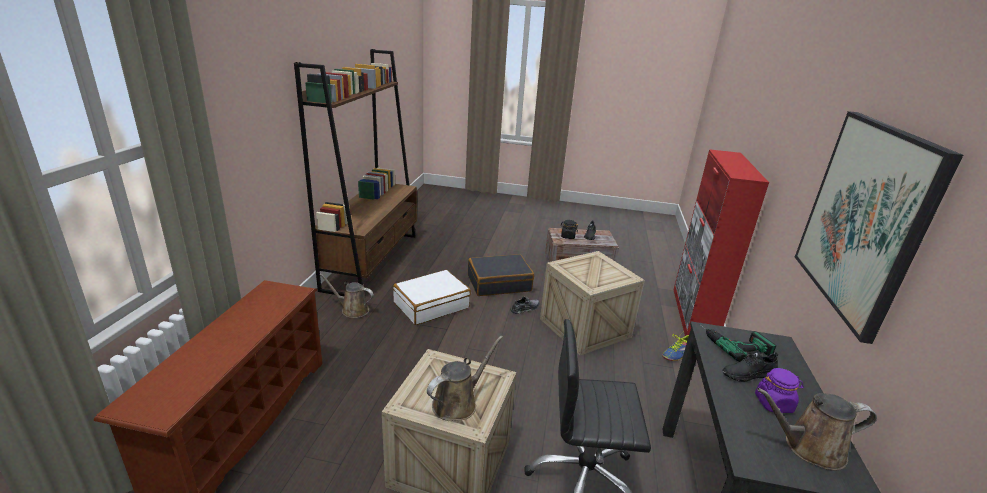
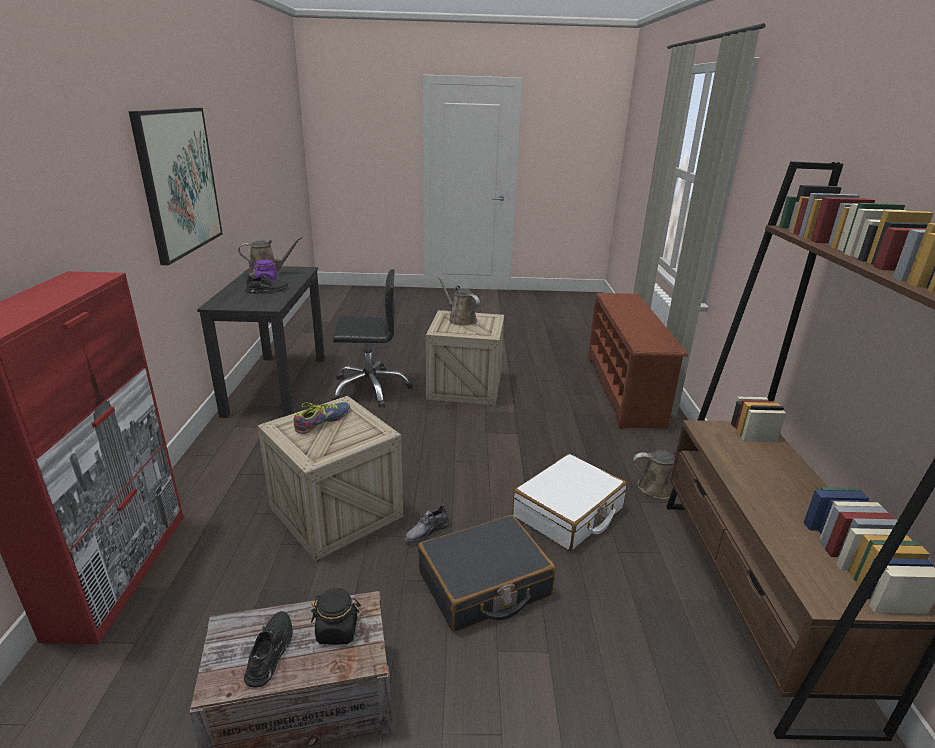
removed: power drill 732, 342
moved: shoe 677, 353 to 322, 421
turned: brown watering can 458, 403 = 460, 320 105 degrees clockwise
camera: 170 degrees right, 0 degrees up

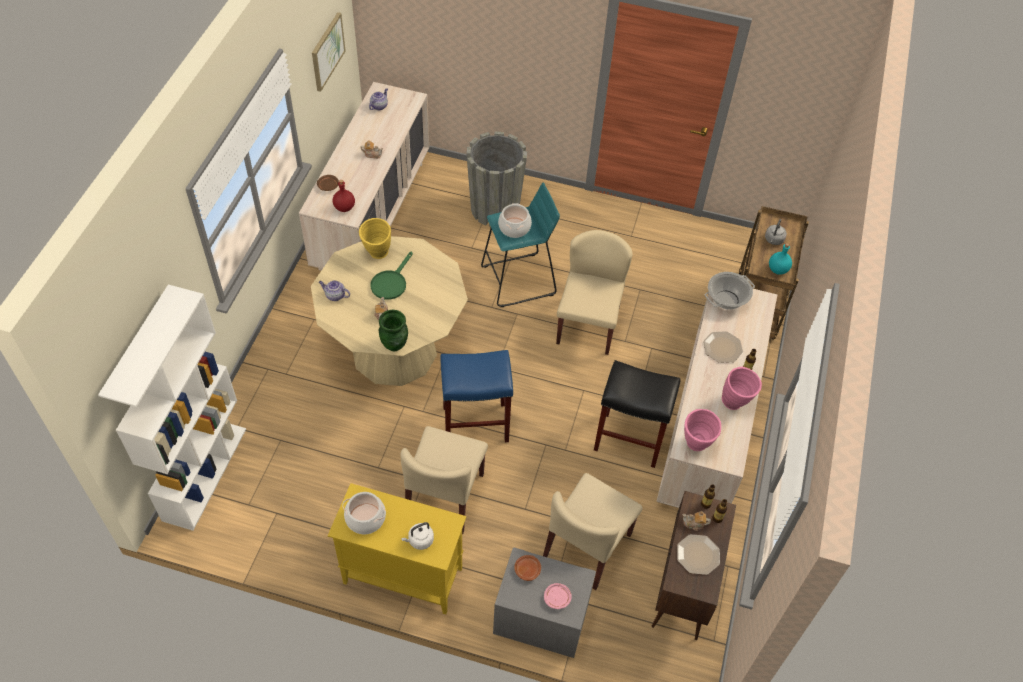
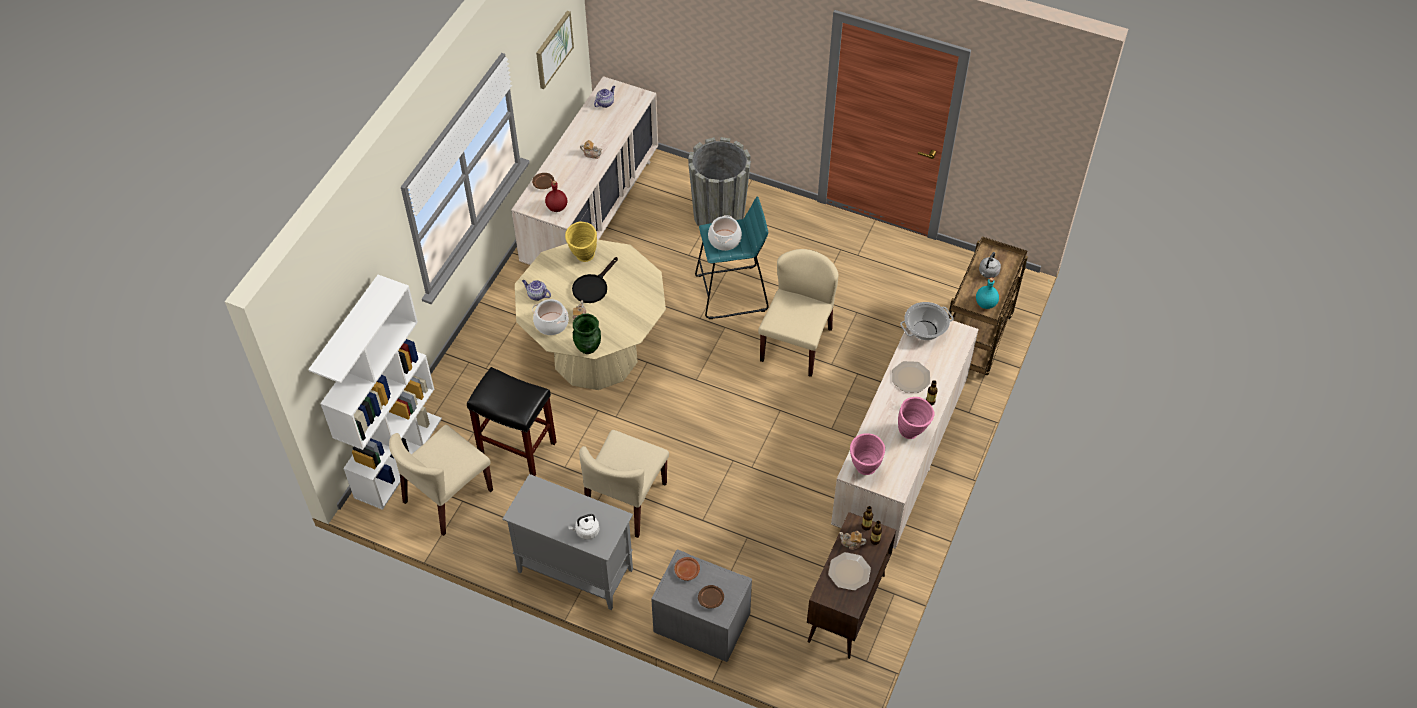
removed: blue stool 474, 424
moved: black stool 628, 439 to 516, 449; beige chair 587, 546 to 447, 497; cooking pot 366, 518 to 551, 323
recoloured: green frying pan 391, 283 to black frying pan 593, 286; yellow cabinet 402, 575 to grey cabinet 574, 570; pink plate 557, 598 to brown plate 711, 599
camera: 10 degrees right, 0 degrees up

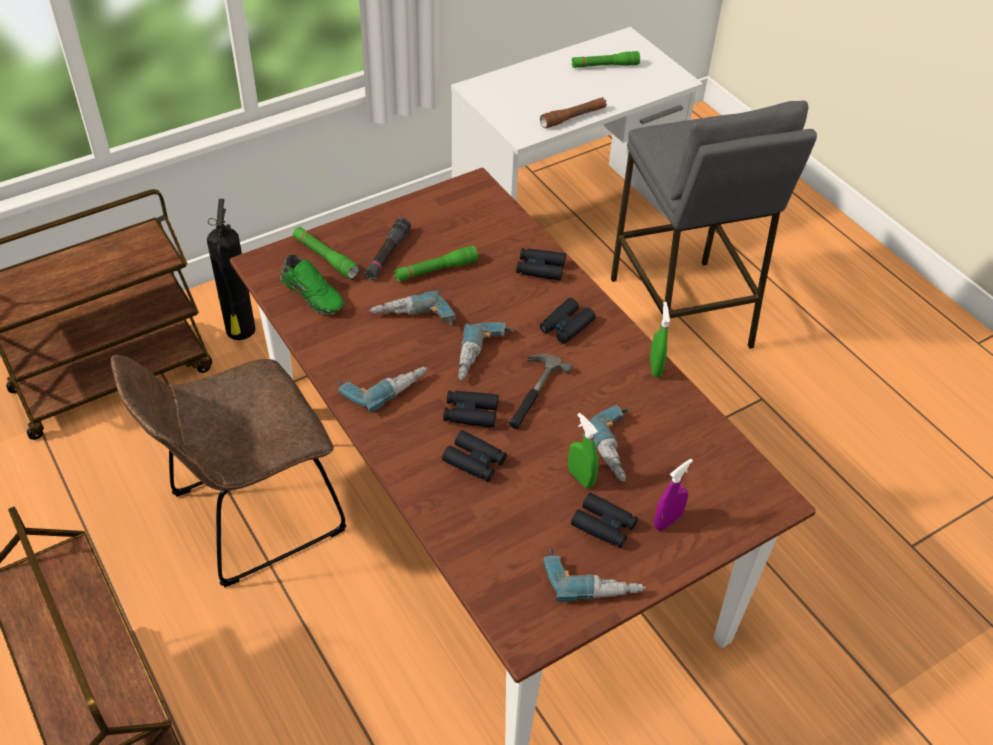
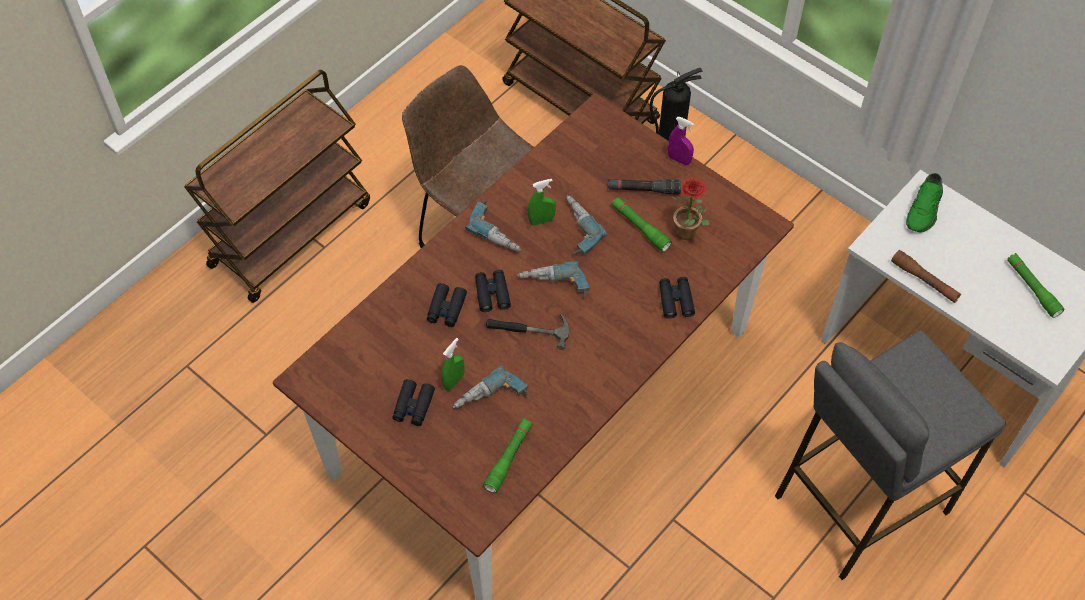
removed: black binoculars 566, 326; power drill 592, 579
added: potted plant 689, 234
moved: green flashlight 325, 257 to 509, 458; green shoe 314, 294 to 925, 210; green spray bottle 655, 367 to 541, 220; purple spray bottle 667, 521 to 679, 159
camera: 75 degrees right, 10 degrees up

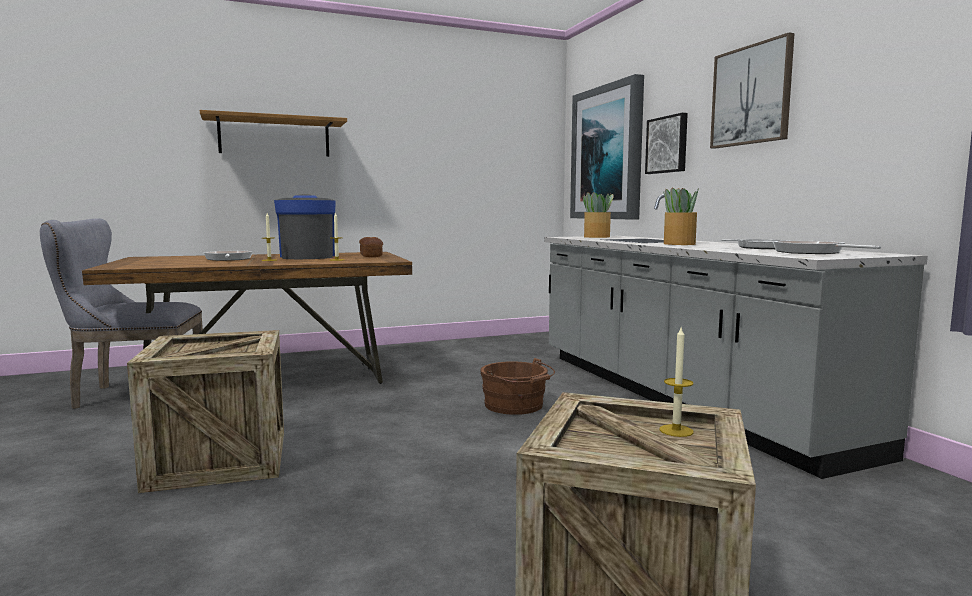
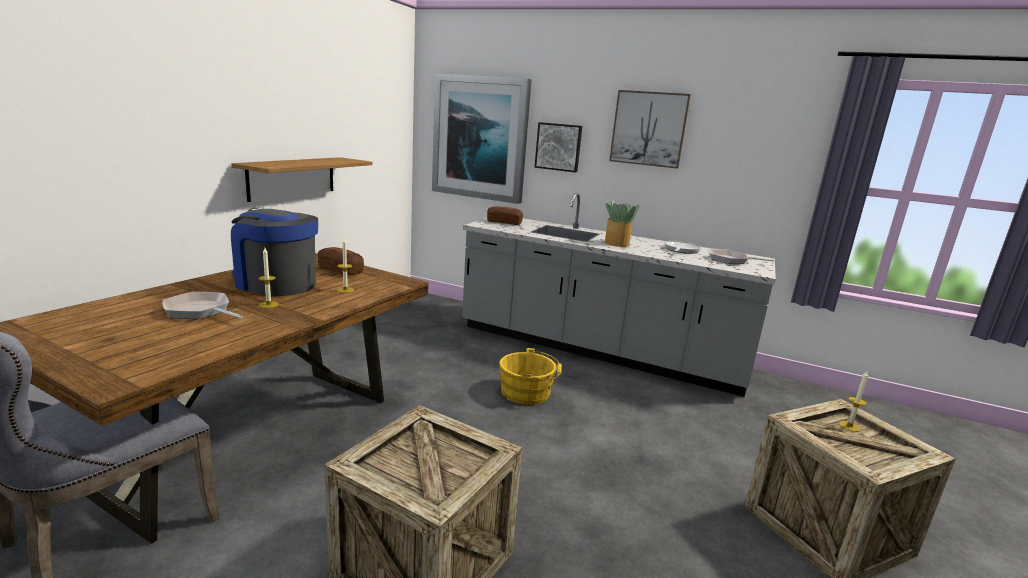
moved: shelf 274, 137 to 292, 178
replaced: potted plant 597, 237 to bread 504, 222
recoloured: brown bucket 516, 406 to yellow bucket 528, 392
camera: 45 degrees left, 10 degrees up

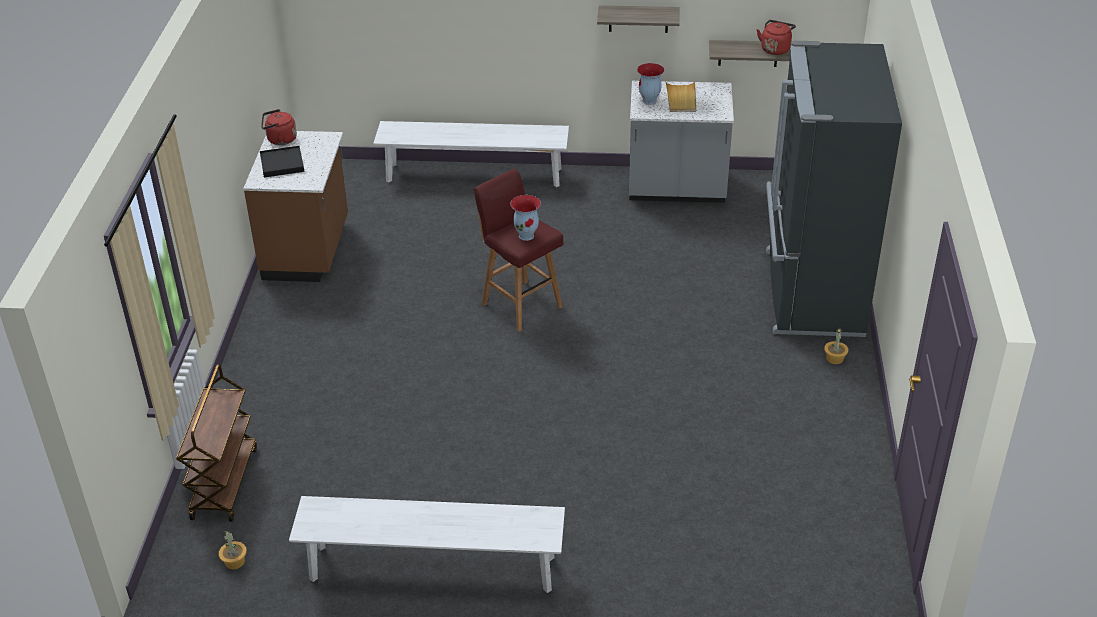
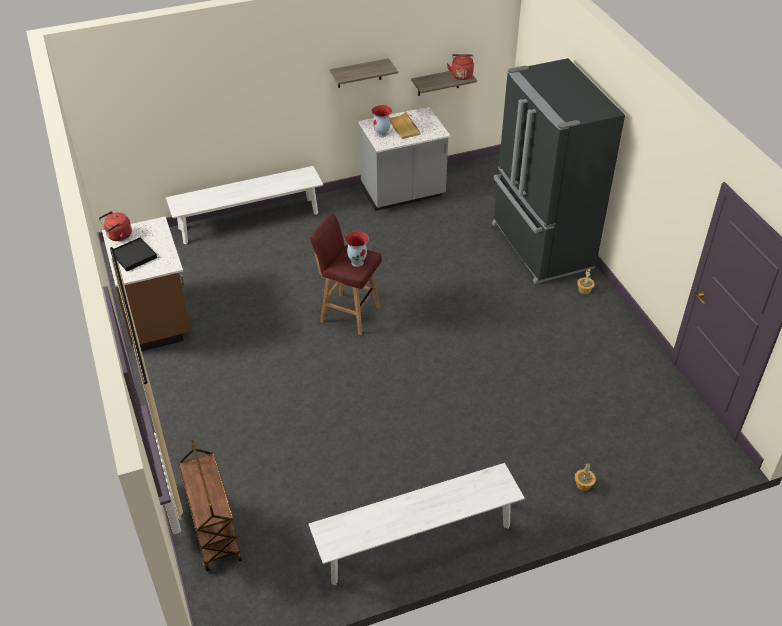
moved: potted plant 234, 562 to 583, 484
camera: 25 degrees left, 5 degrees up

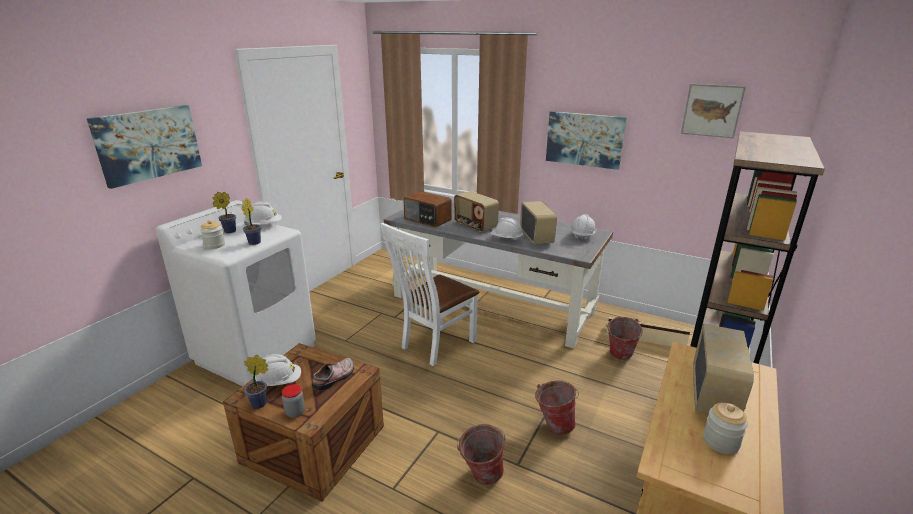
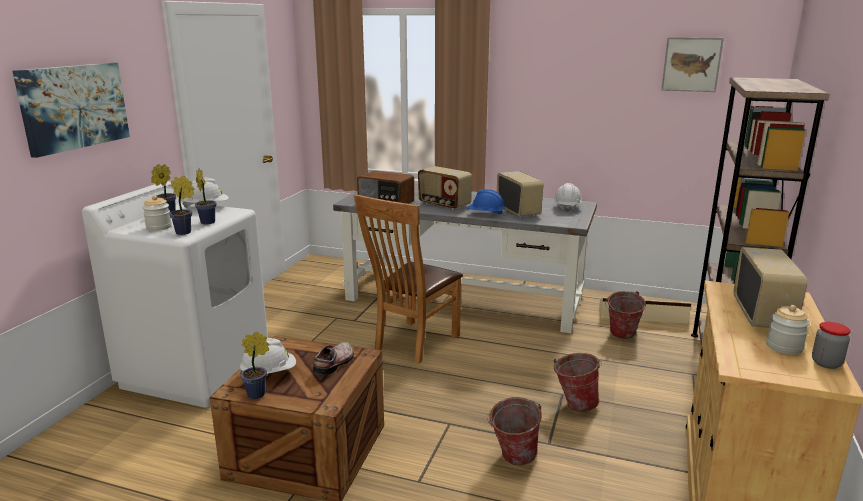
removed: picture 584, 139
added: potted plant 185, 232
moved: jar 295, 412 to 826, 363
recoloured: white hard hat 506, 239 to blue hard hat 486, 214; white chair 434, 345 to brown chair 413, 343
camera: 10 degrees left, 5 degrees down

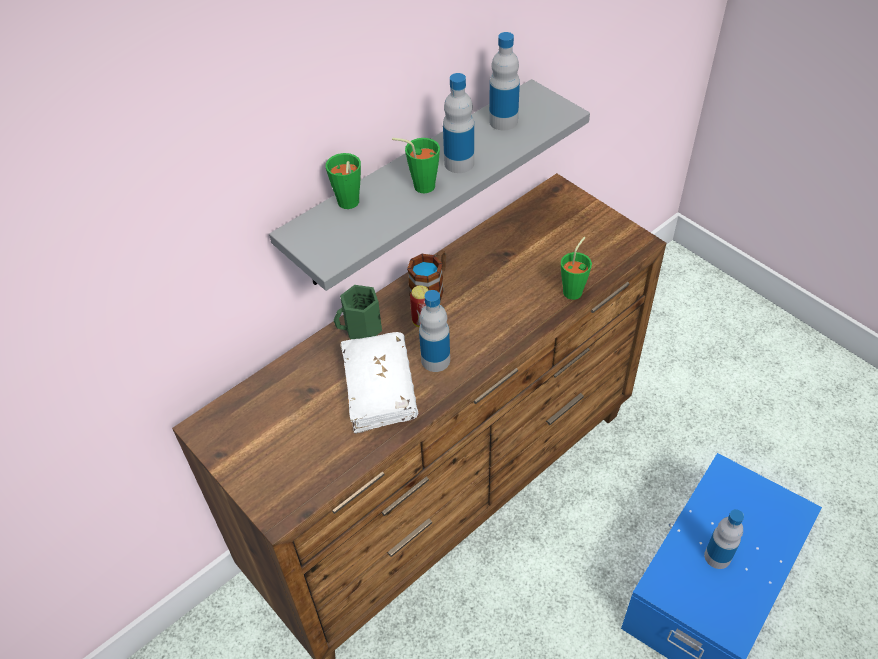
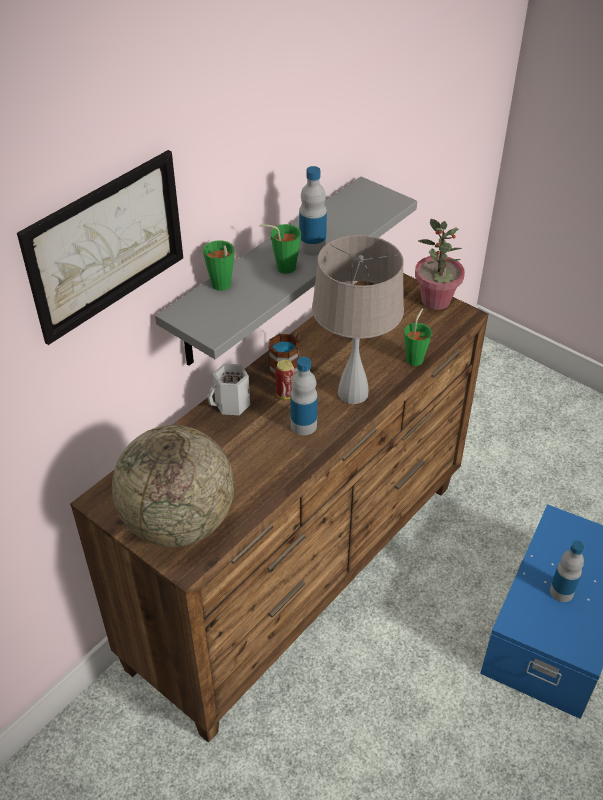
removed: bottle 503, 121; white book 380, 389
added: picture 106, 245; potted plant 436, 301; beige table lamp 353, 393; globe 179, 522
recoloured: green mug 362, 329 to white mug 231, 405
camera: 10 degrees left, 5 degrees down

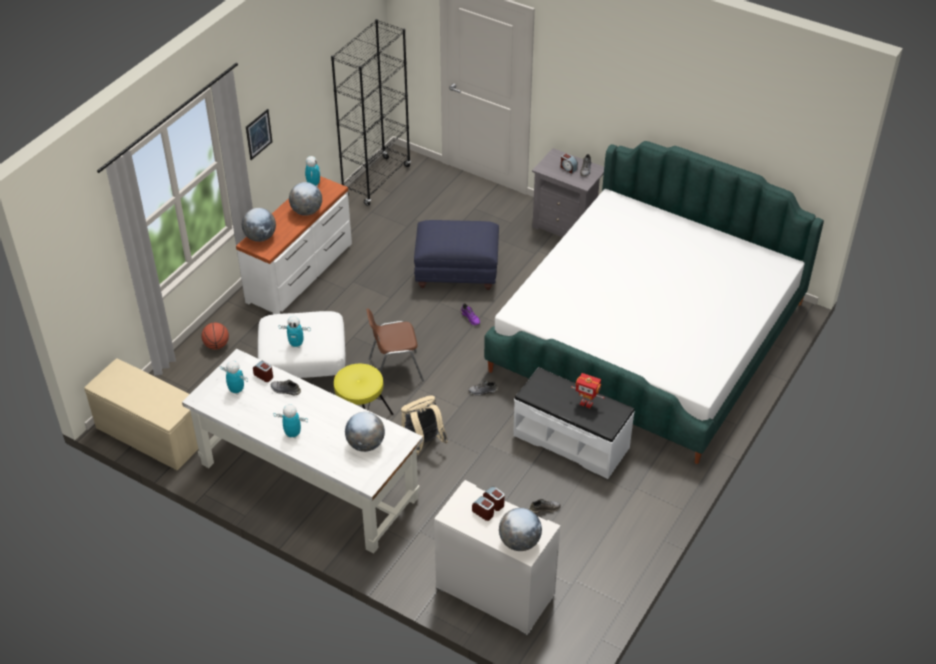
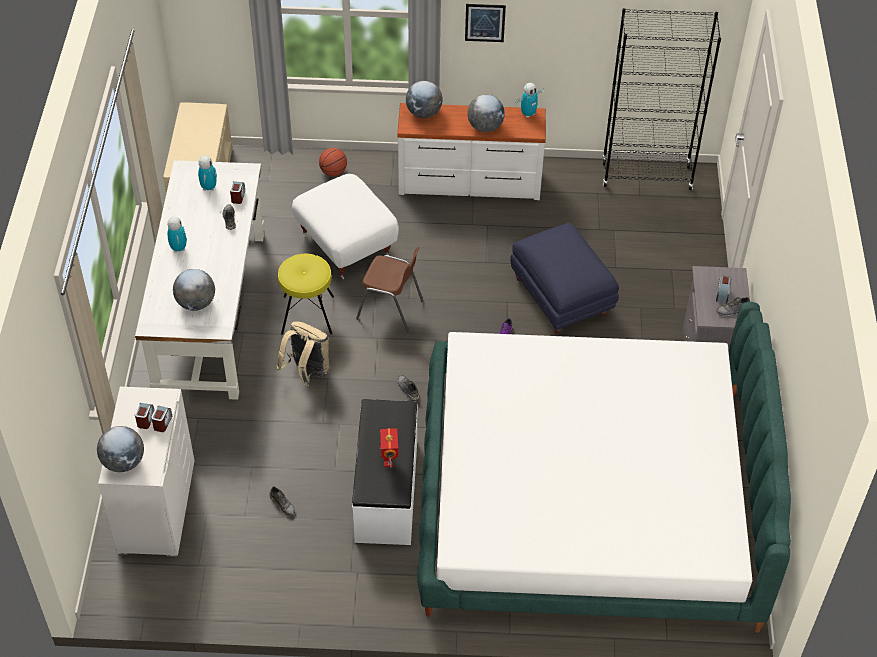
removed: toy robot 296, 344
turned: brown chair 395, 369 = 390, 309 150 degrees clockwise
camera: 60 degrees right, 5 degrees up

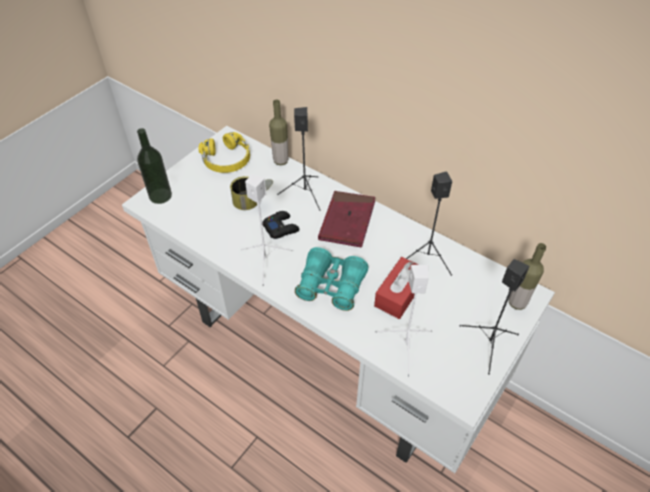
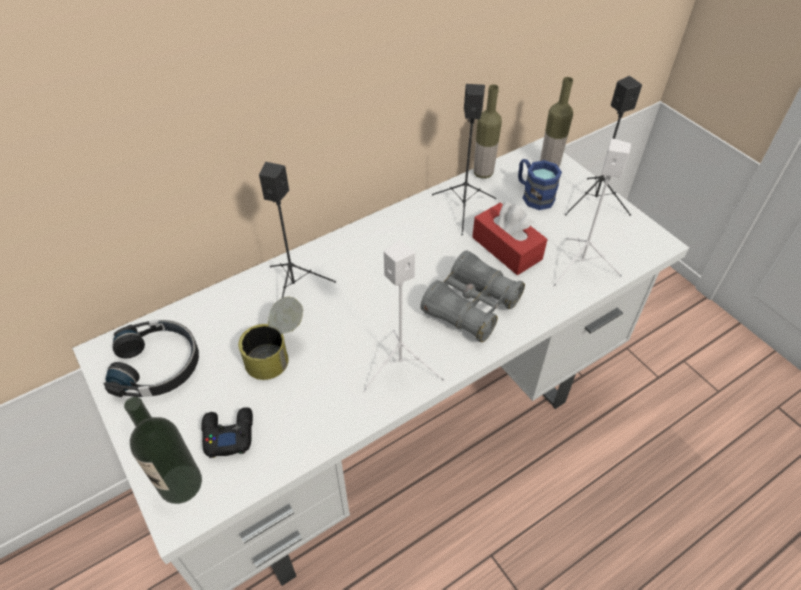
removed: red book 347, 221
added: blue mug 533, 195
moved: bottle 280, 161 to 483, 173; black game controller 281, 228 to 228, 434
recoloured: yellow headphones 227, 159 to black headphones 158, 365; turquoise binoculars 331, 286 to grey binoculars 471, 306
camera: 70 degrees left, 0 degrees up

